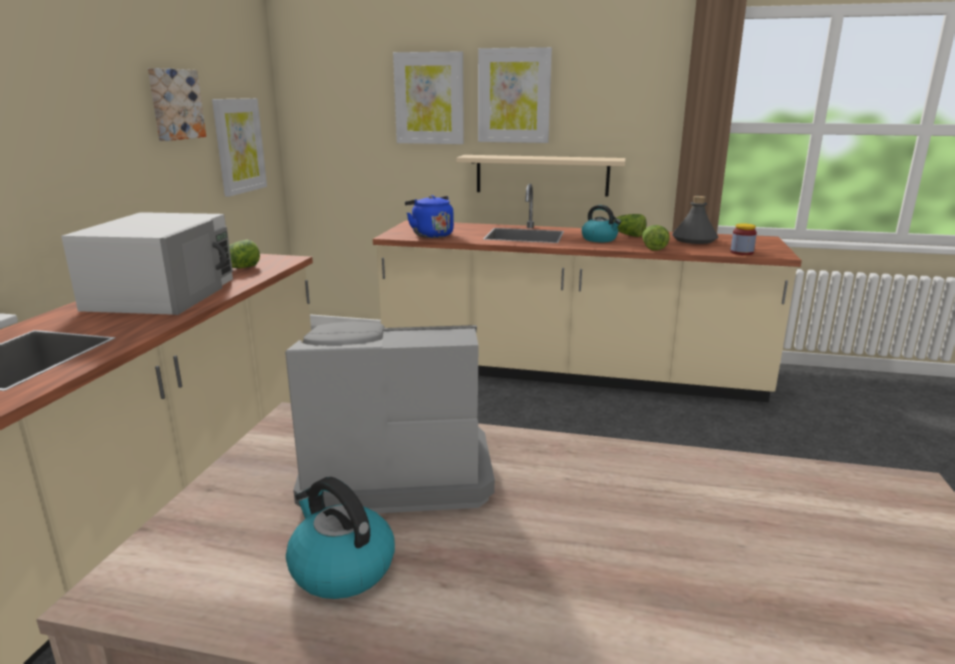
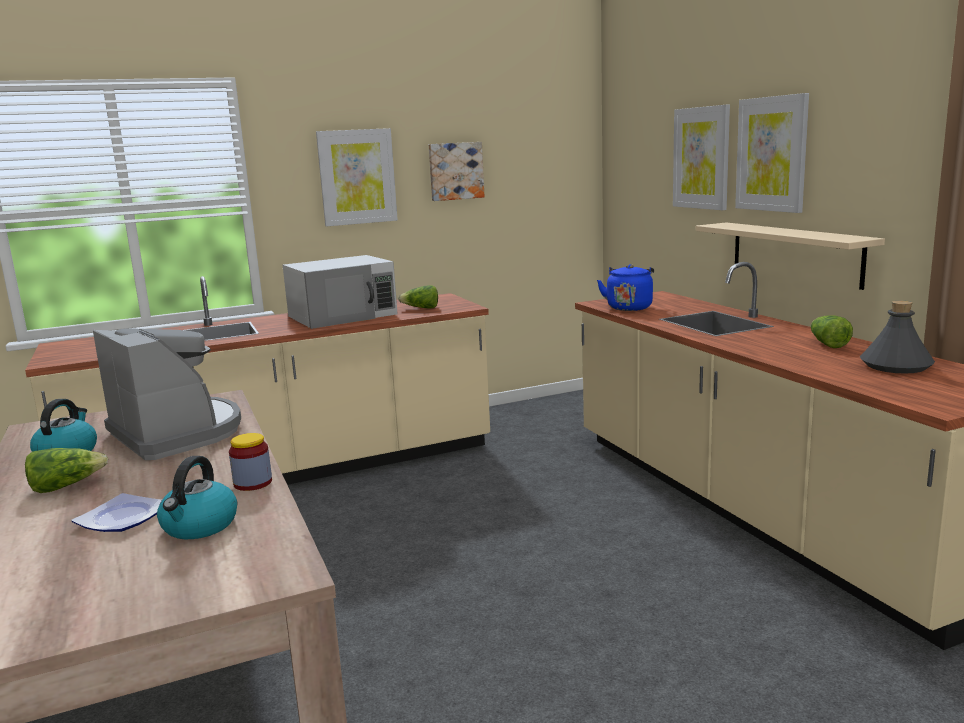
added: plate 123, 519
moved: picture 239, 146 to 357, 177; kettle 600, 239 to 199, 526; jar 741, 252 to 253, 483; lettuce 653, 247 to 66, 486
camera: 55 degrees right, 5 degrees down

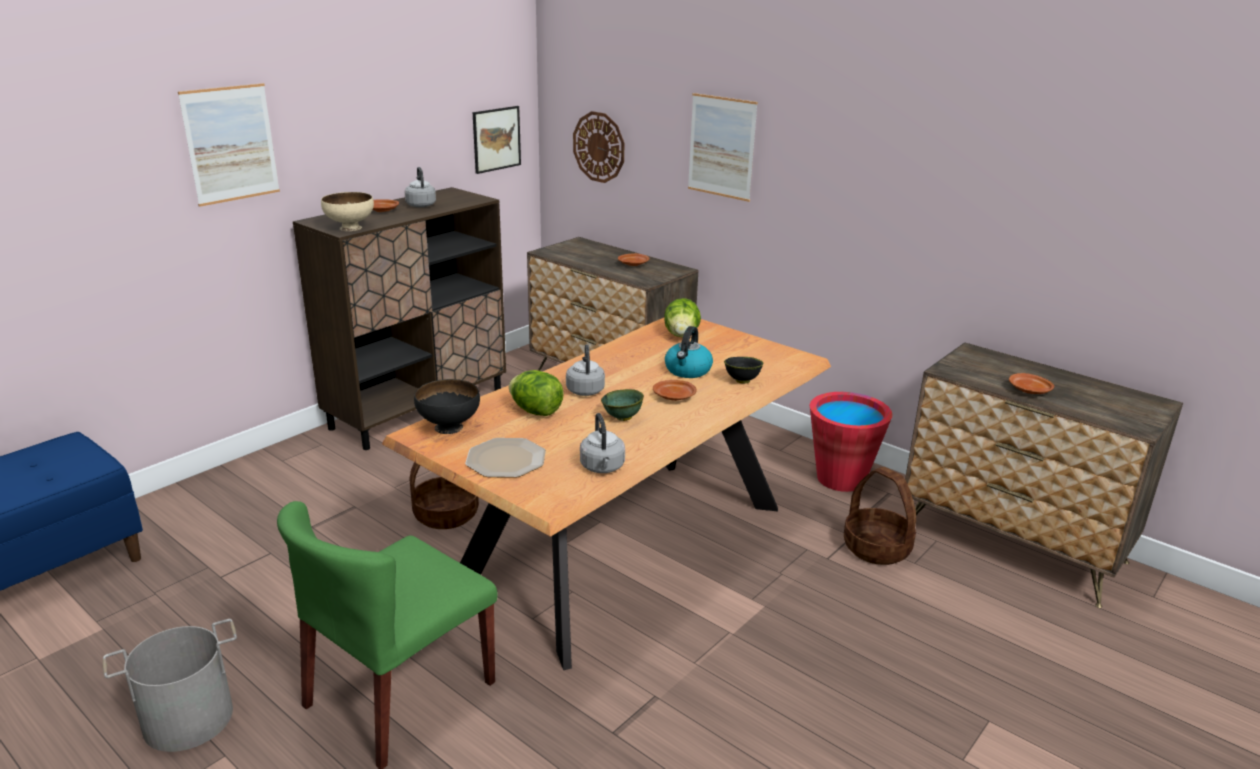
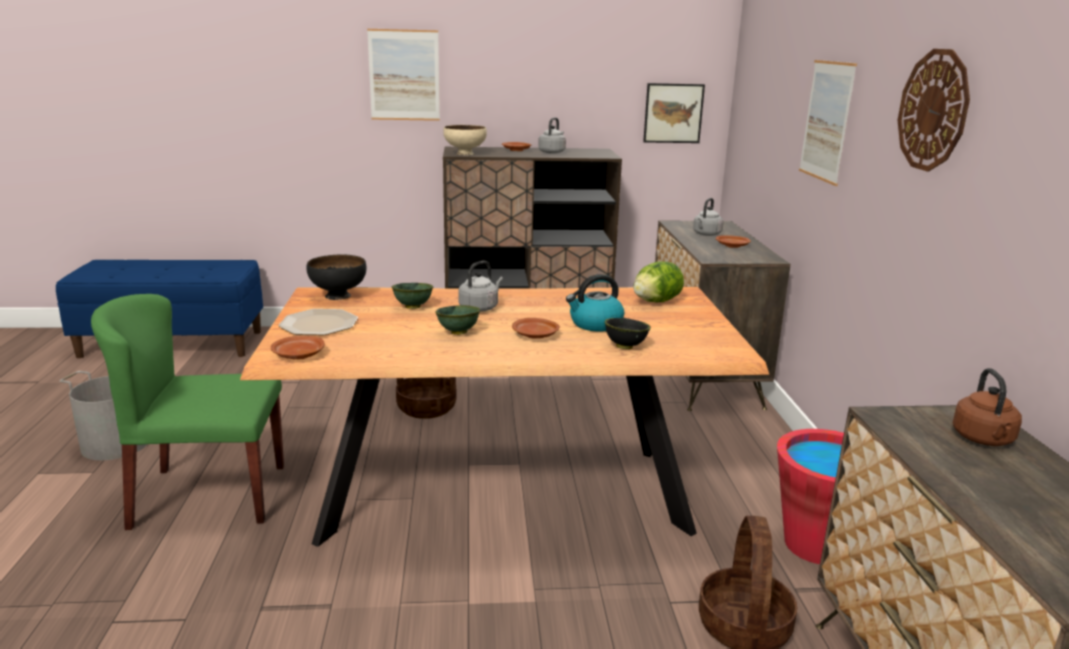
added: brown kettle 983, 439
moved: wall clock 599, 147 to 933, 110; brown plate 1029, 390 to 298, 355; grey kettle 602, 468 to 706, 234
replaced: lettuce 536, 411 to green bowl 412, 307
camera: 45 degrees right, 5 degrees down

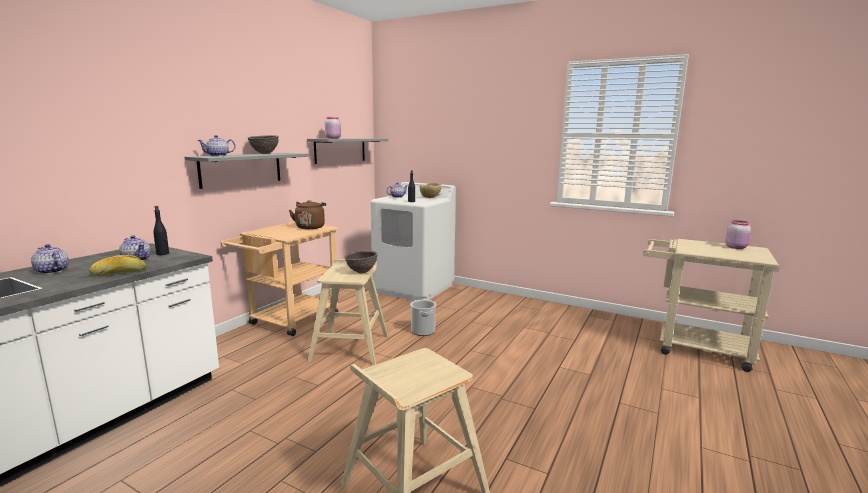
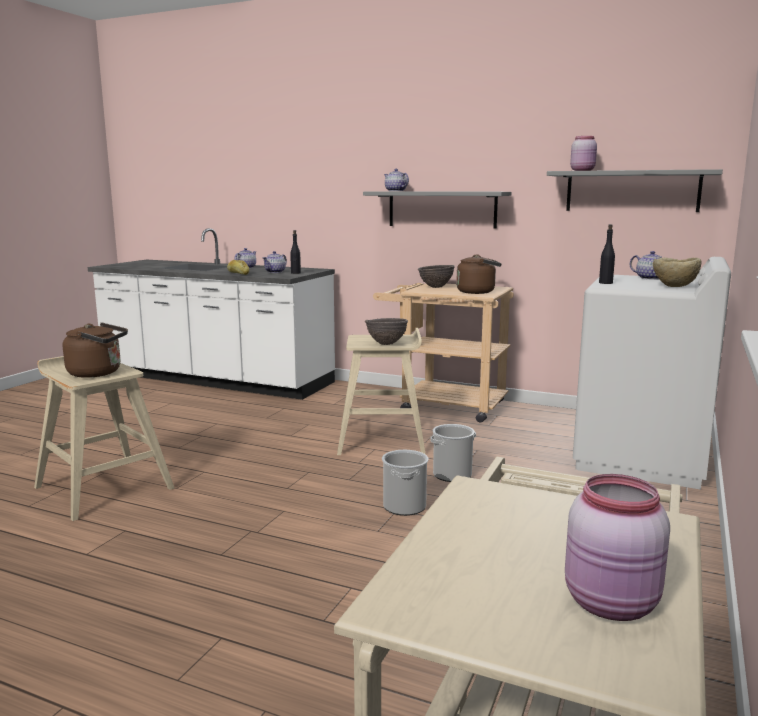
added: brown kettle 98, 373; bucket 404, 506
moved: brown bowl 264, 154 to 435, 287
camera: 85 degrees right, 0 degrees up

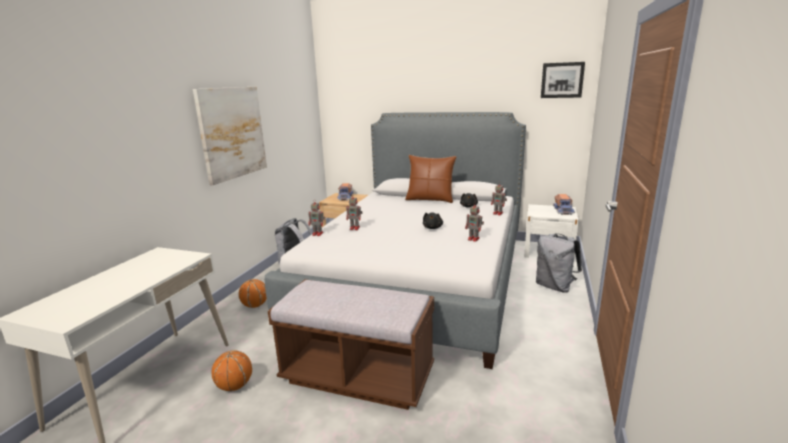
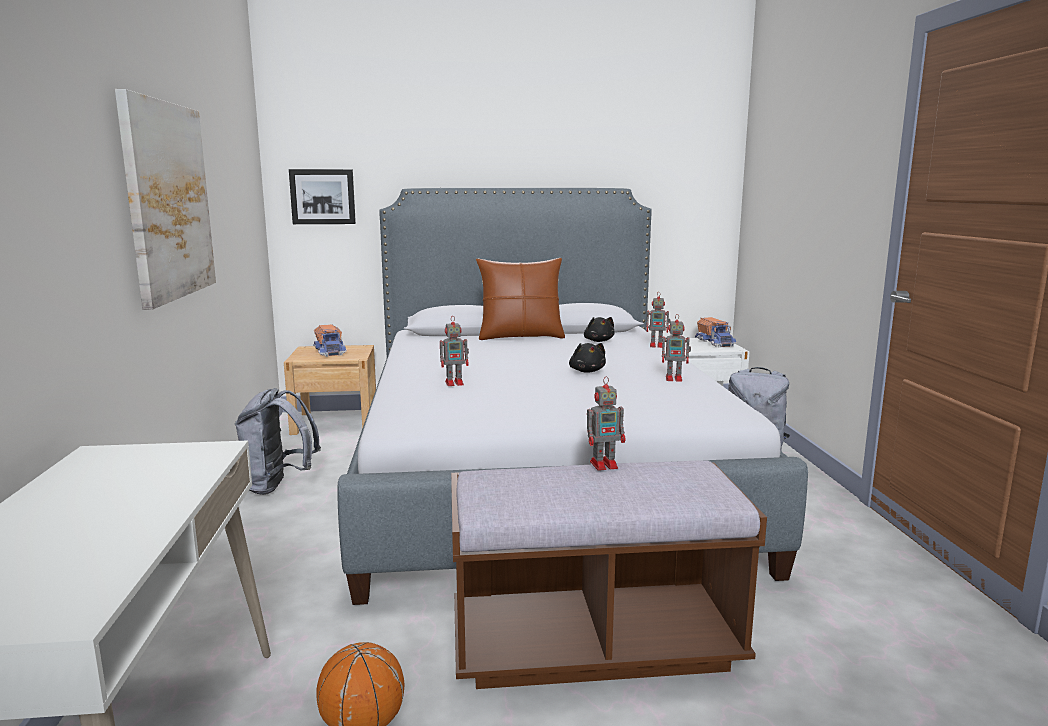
removed: basketball 255, 305
moved: picture 562, 80 to 323, 196; toy robot 318, 234 to 605, 464
camera: 25 degrees left, 5 degrees down

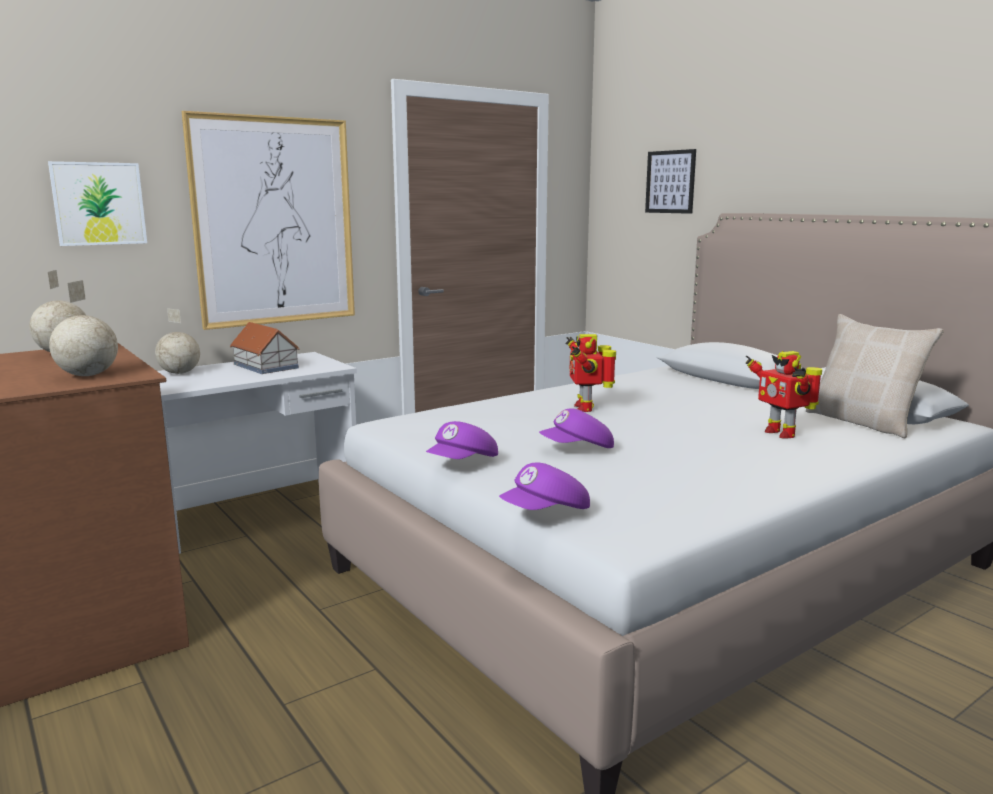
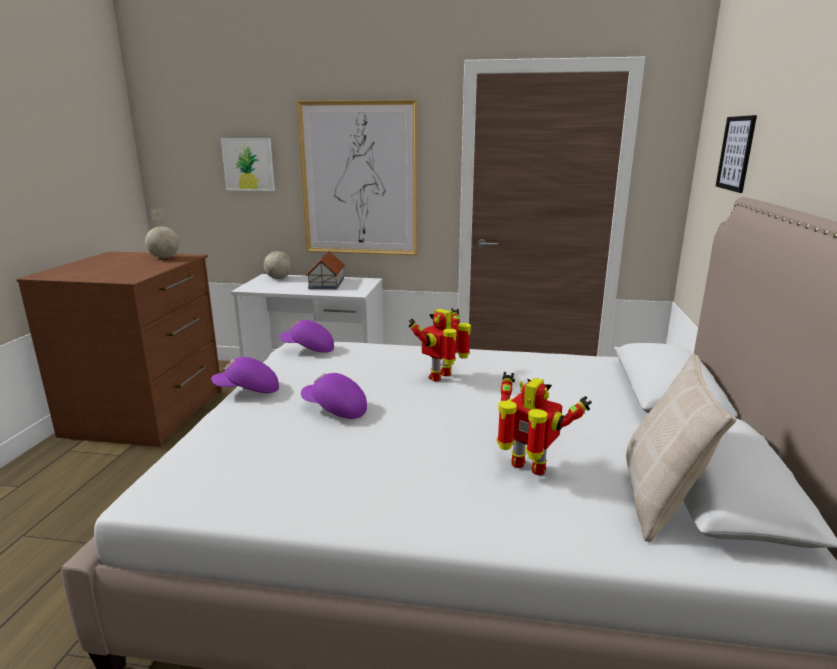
removed: globe 87, 375
moved: purple cap 546, 513 to 308, 349
turned: toy robot 781, 433 = 528, 469 105 degrees clockwise
camera: 45 degrees right, 5 degrees up

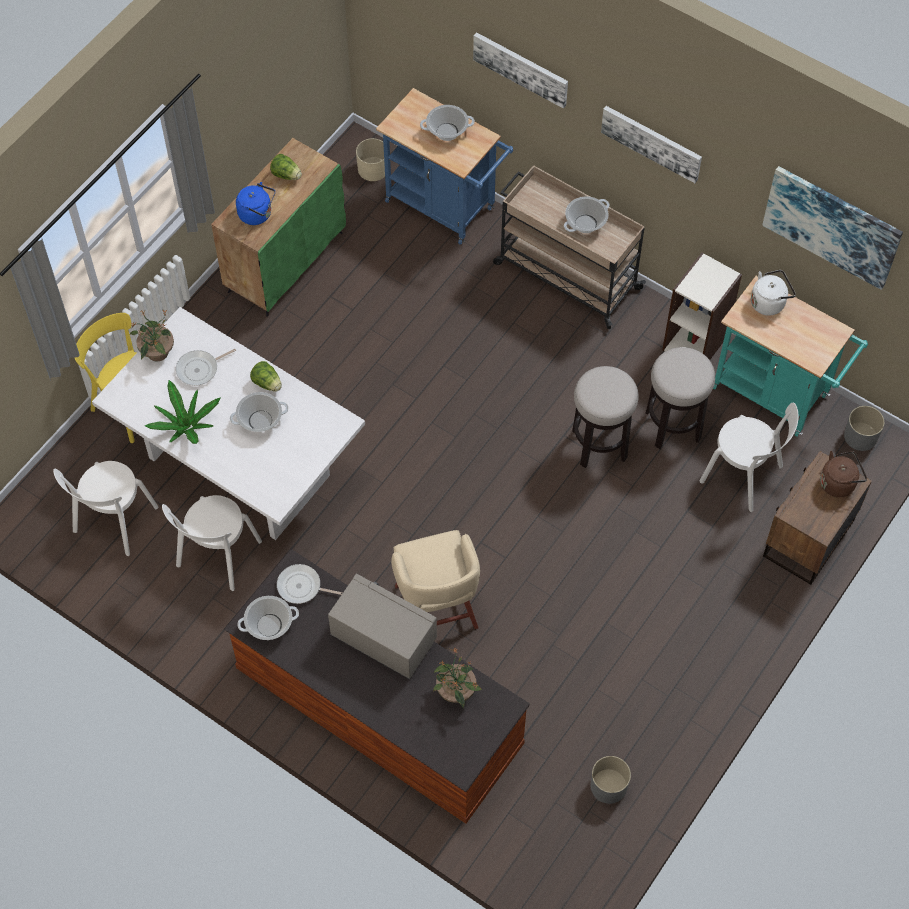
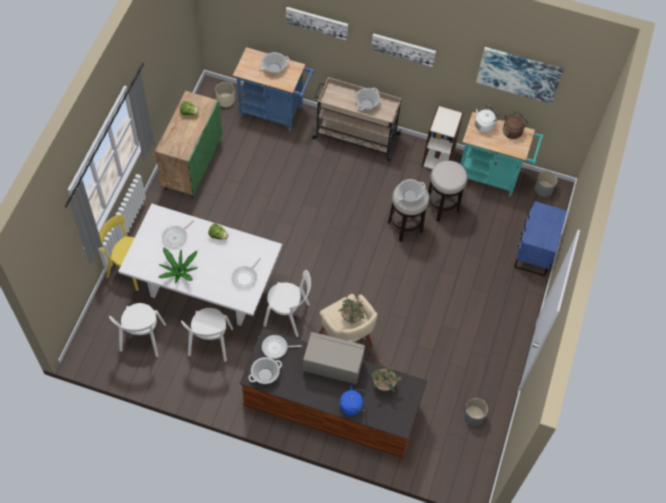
added: frying pan 245, 277
moved: blue kettle 257, 214 to 352, 405; potted plant 157, 353 to 351, 317; cooking pot 260, 421 to 409, 195; white chair 744, 476 to 289, 316; brown kettle 839, 482 to 513, 131
recoloured: brown nightstand 807, 538 to blue nightstand 534, 251
camera: 20 degrees left, 0 degrees up

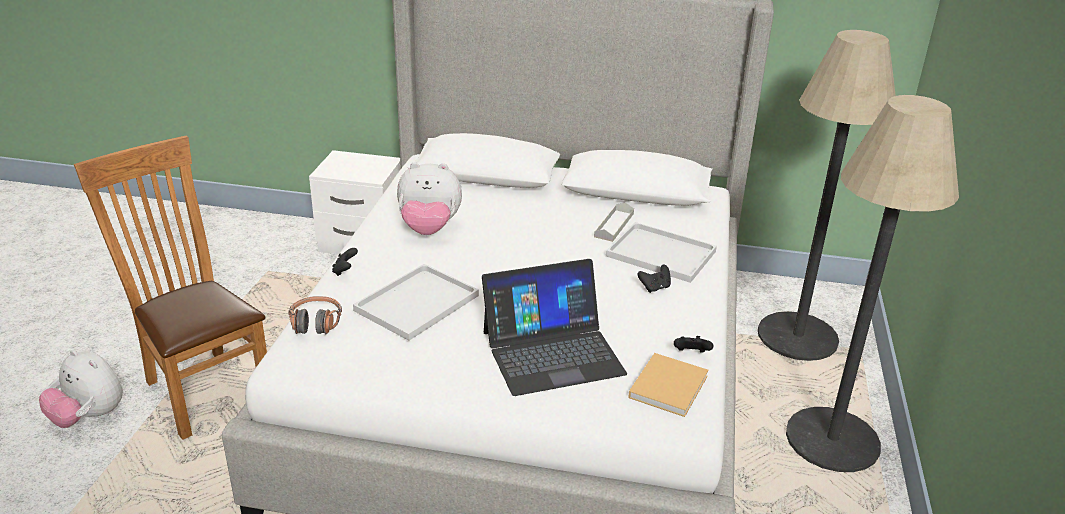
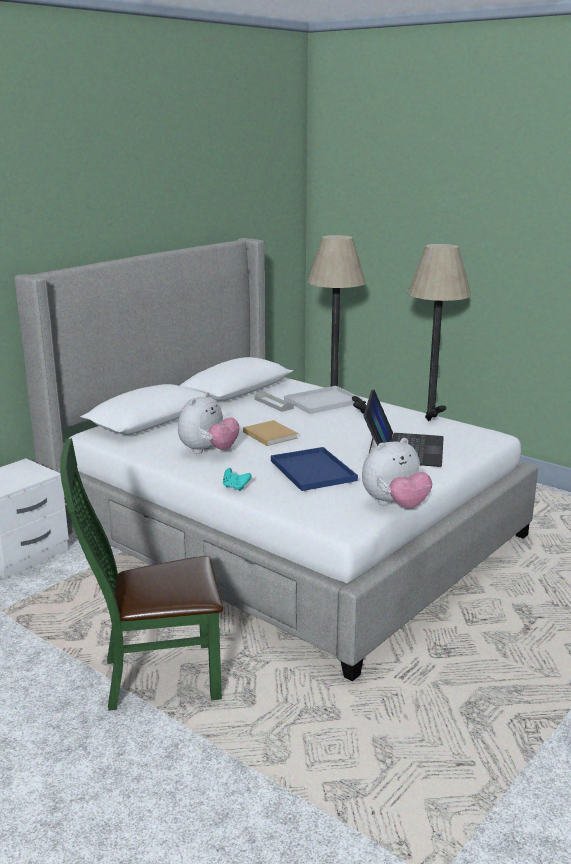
removed: headphones 315, 323
moved: plush toy 89, 417 to 395, 505; beige book 669, 385 to 269, 434
recoloured: brown chair 203, 388 to green chair 153, 677; black game controller 345, 271 to turquoise game controller 235, 487; white tray 417, 301 to blue tray 311, 470
camera: 60 degrees left, 10 degrees down

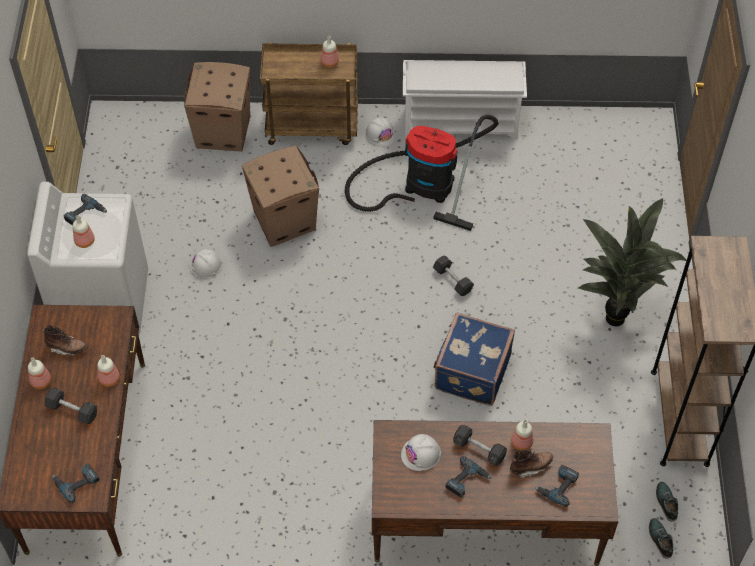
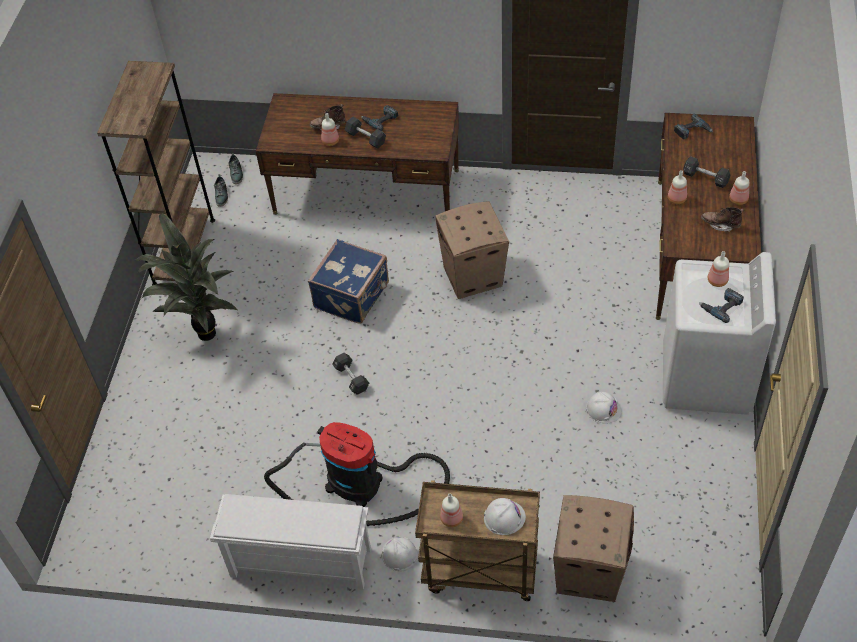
removed: power drill 557, 486
moved: cardboard box 284, 220 to 473, 276; white hard hat 421, 454 to 504, 517
camera: 170 degrees left, 5 degrees down

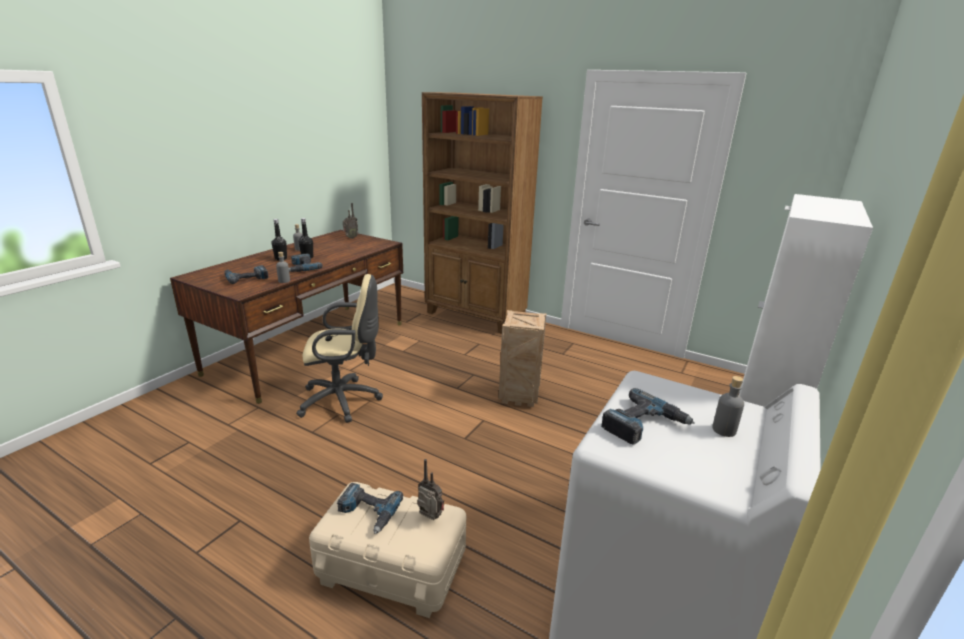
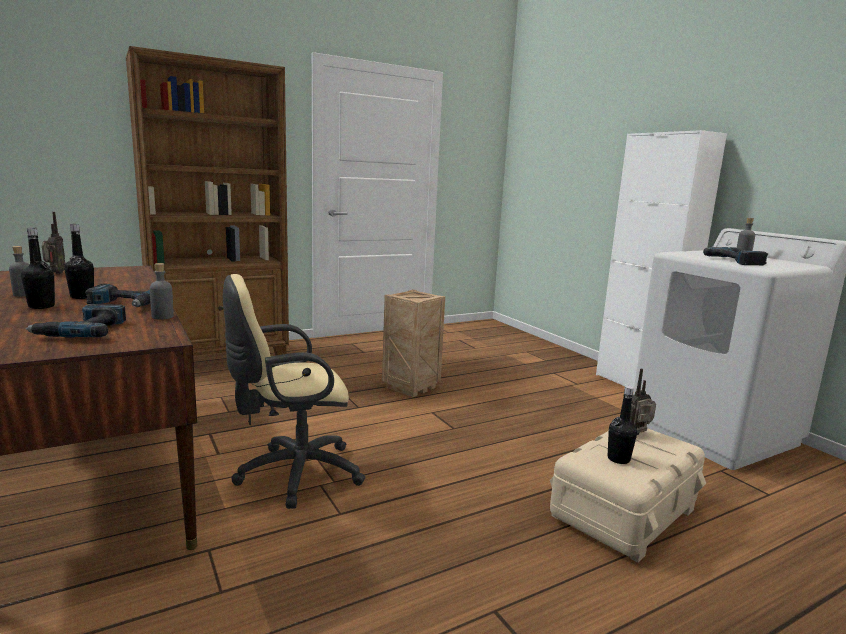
replaced: power drill 368, 512 to black bottle 618, 459
turned: beige office chair 344, 400 = 293, 474 135 degrees counterclockwise
camera: 60 degrees left, 10 degrees down

